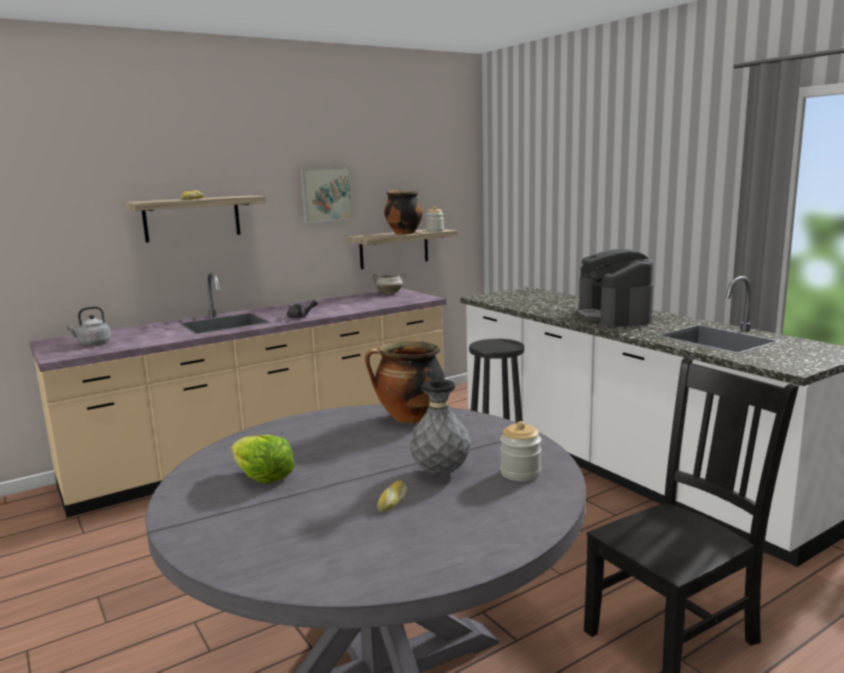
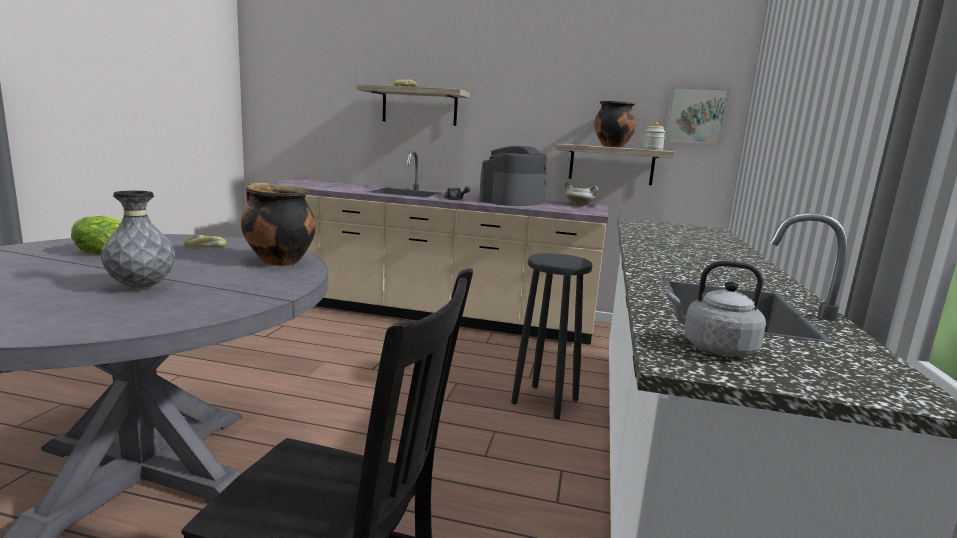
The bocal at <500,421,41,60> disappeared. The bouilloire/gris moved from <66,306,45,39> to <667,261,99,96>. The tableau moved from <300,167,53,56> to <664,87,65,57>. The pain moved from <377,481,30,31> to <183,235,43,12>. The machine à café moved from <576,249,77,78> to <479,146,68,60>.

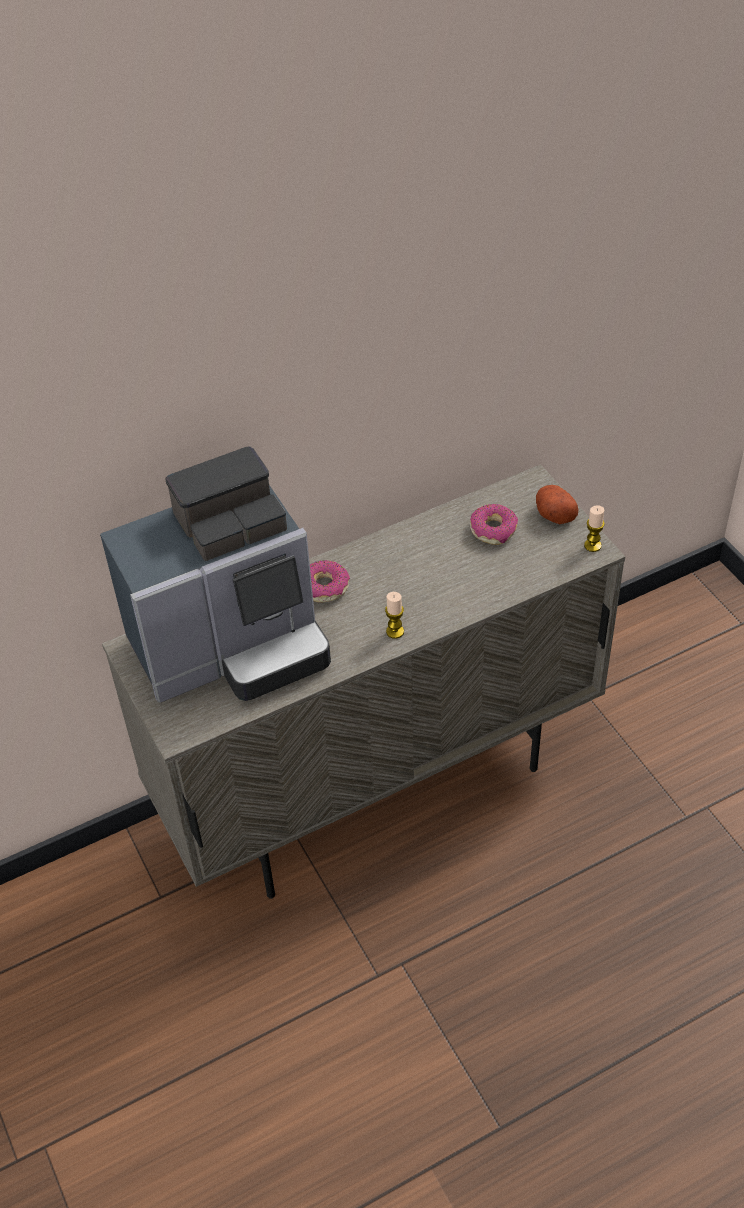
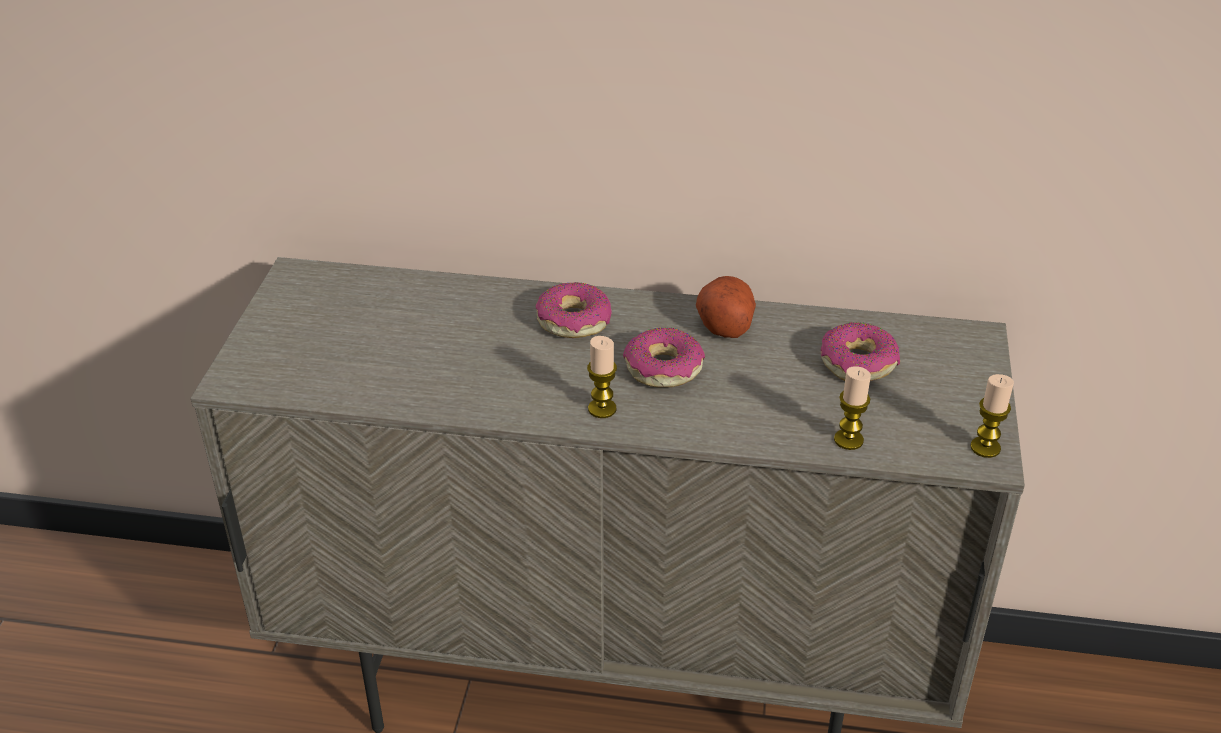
The machine à café at <100,446,231,257> disappeared. The beignet at <623,328,82,59> appeared. The bougie at <834,366,37,84> appeared. The pomme de terre moved from <536,485,43,39> to <696,276,60,62>.

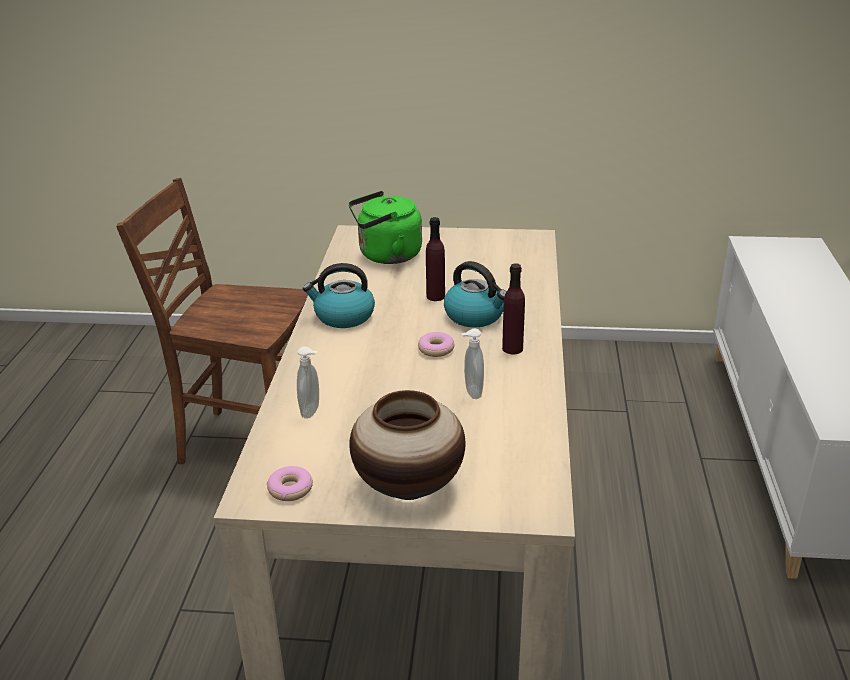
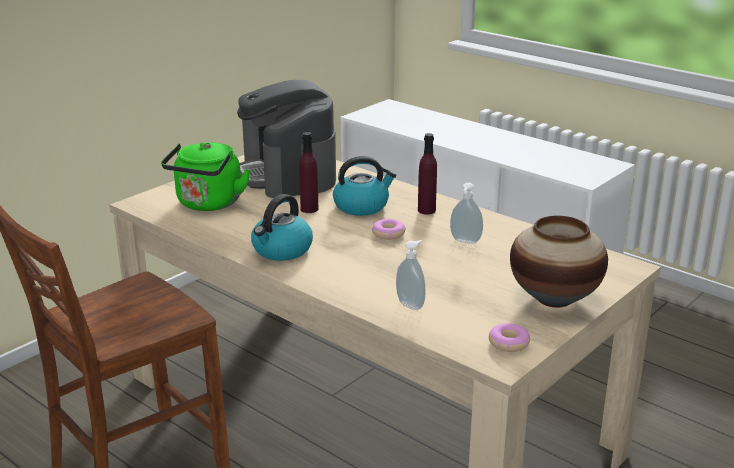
The machine à café at <237,80,99,118> appeared.

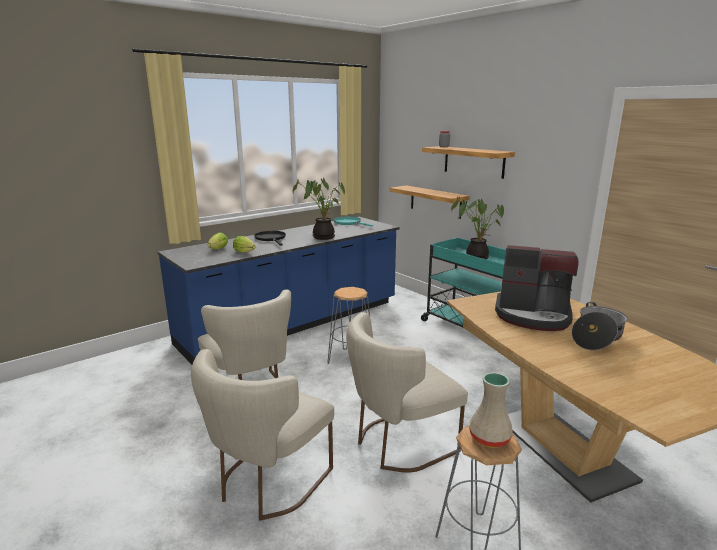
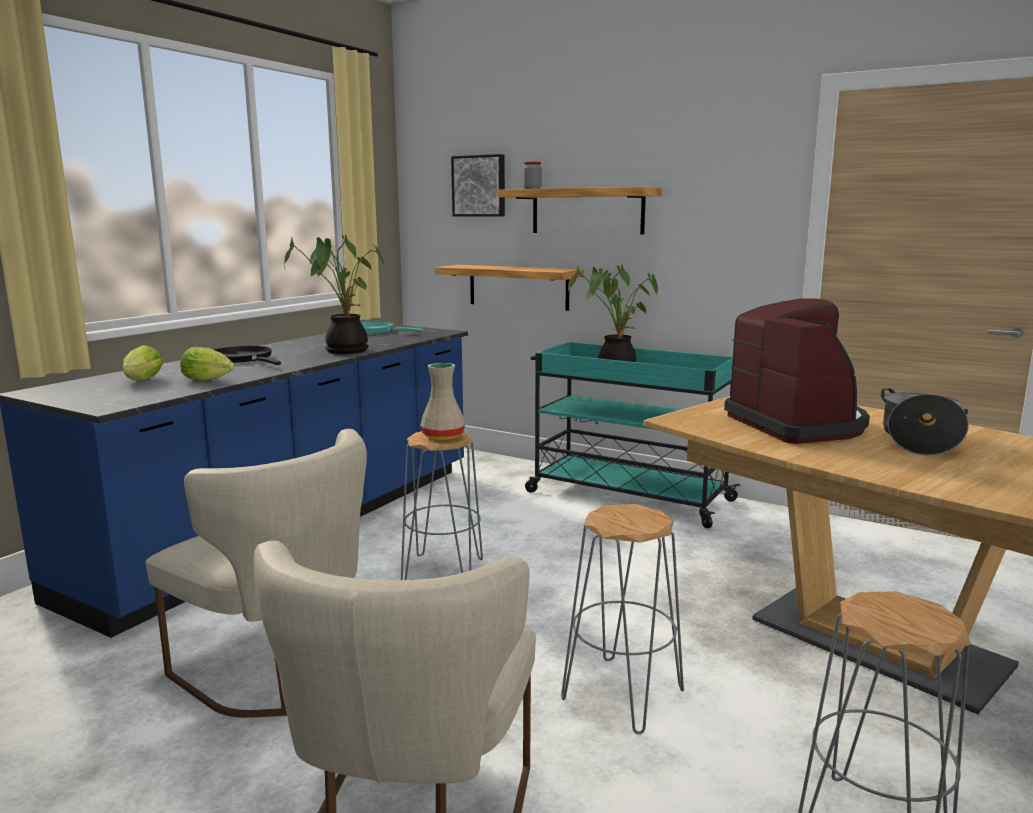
The tableau at <451,154,54,62> appeared. The vase/beige moved from <469,372,44,76> to <420,363,45,77>. The chaise/beige at <346,312,122,161> was replaced by the tabouret/gris at <561,504,123,230>. The machine à café at <495,245,84,86> turned 105 degrees counterclockwise.

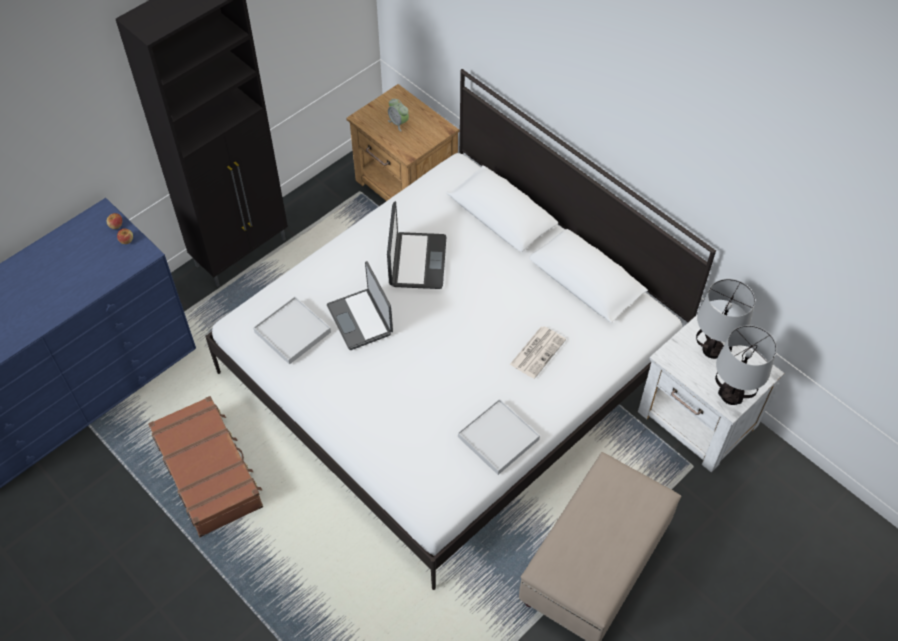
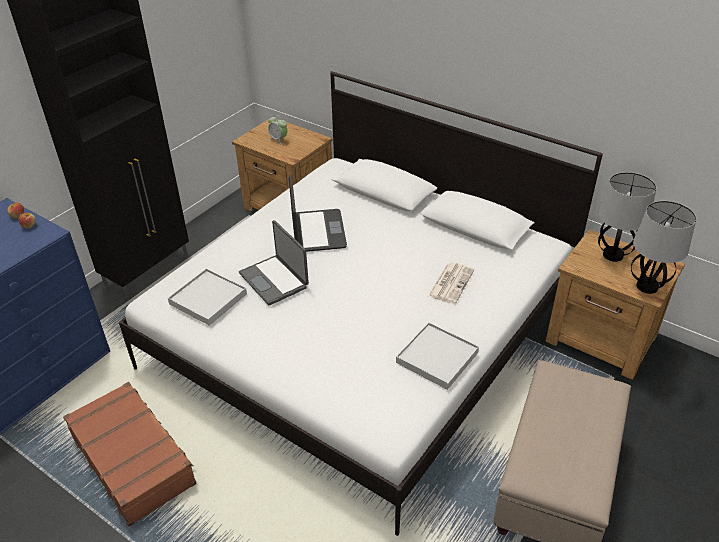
The table de chevet/blanc at <638,314,147,159> became the table de chevet/marron at <545,230,140,150>.

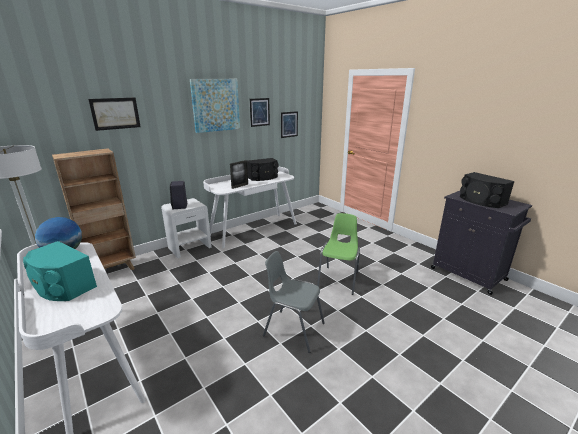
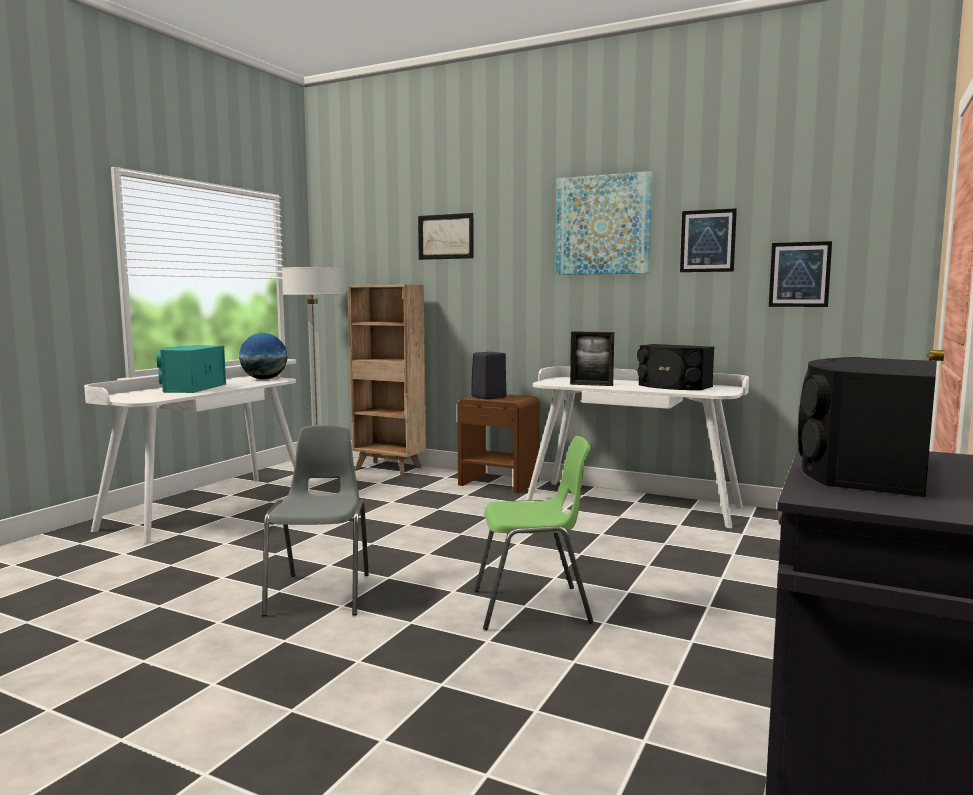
The table de chevet/blanc at <161,198,51,60> became the table de chevet/marron at <457,394,83,100>.

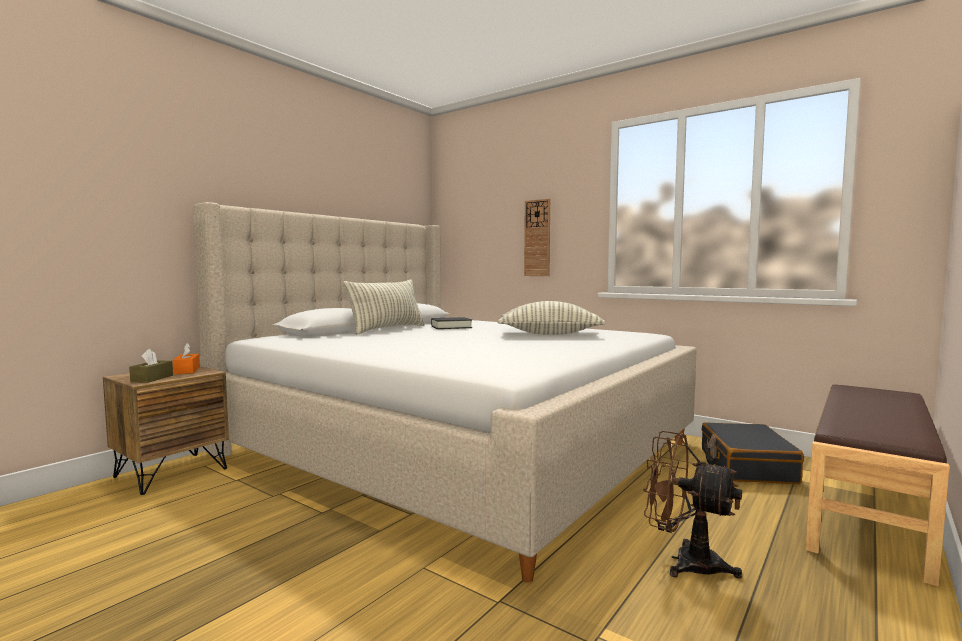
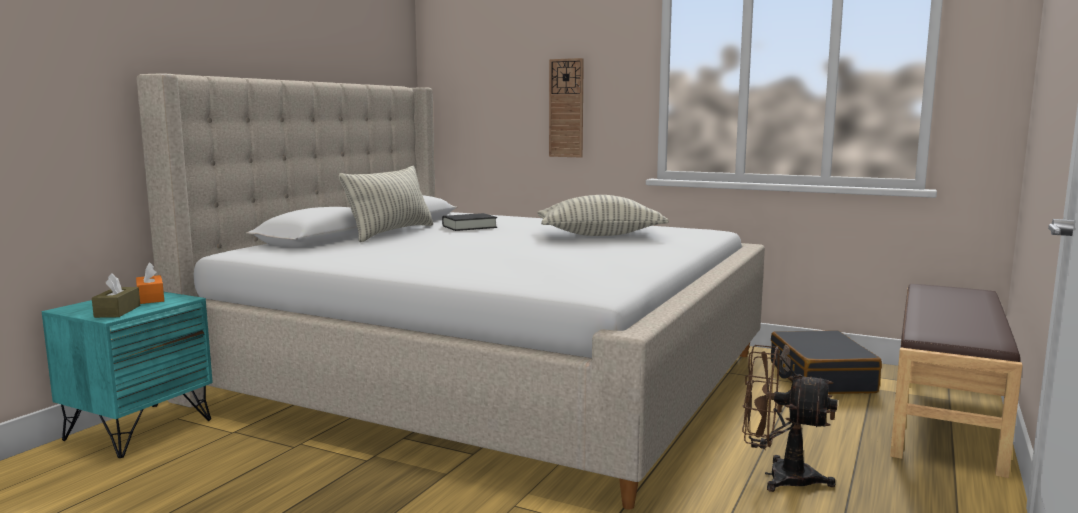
The table de chevet/marron at <103,366,126,129> became the table de chevet/turquoise at <42,292,171,166>.

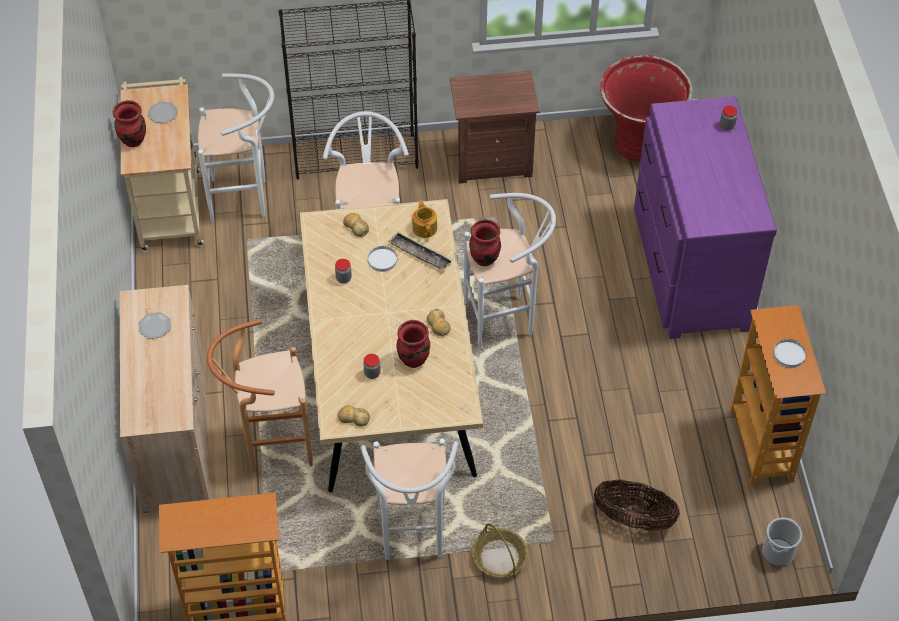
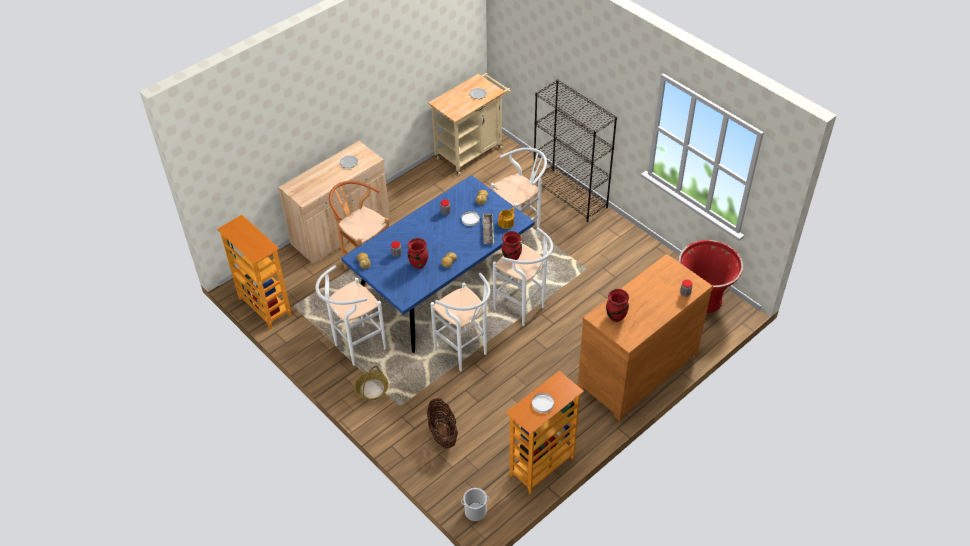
The table de chevet/marron at <450,71,90,113> disappeared. The vase/rouge moved from <113,100,33,47> to <606,289,23,33>. The tabouret/blanc moved from <198,73,76,150> to <431,273,59,98>. The table à manger/beige at <300,199,183,293> became the table à manger/bleu at <341,175,194,178>. The commode/violet at <634,96,143,243> became the commode/marron at <577,254,136,167>.

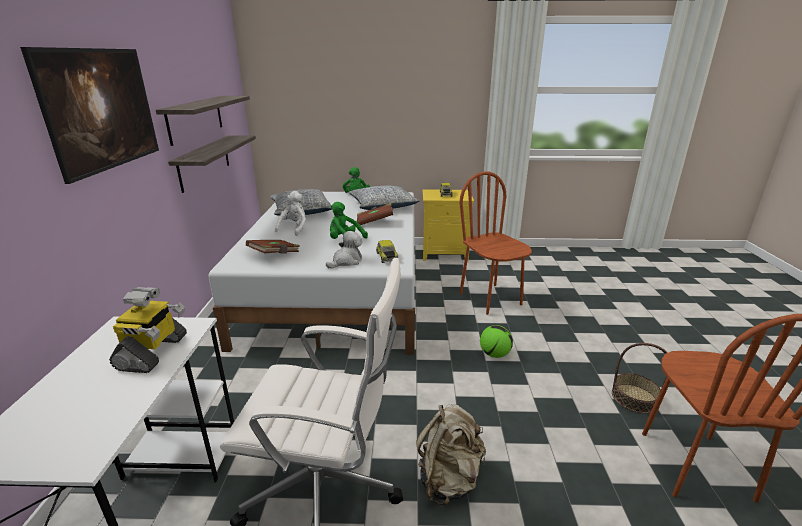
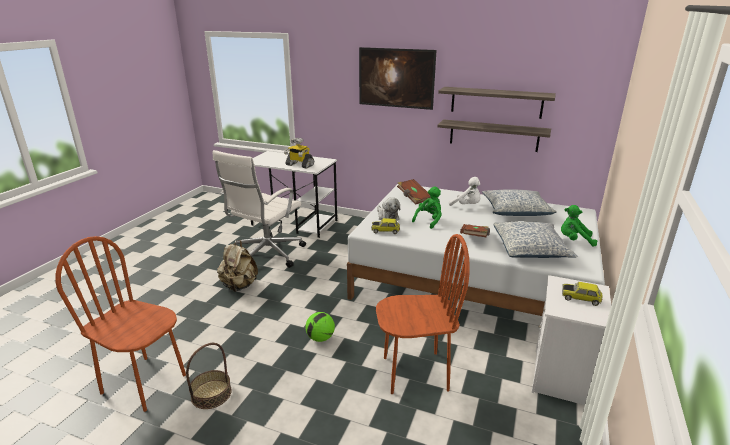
The table de chevet/jaune at <423,190,51,71> became the table de chevet/blanc at <531,275,80,130>.

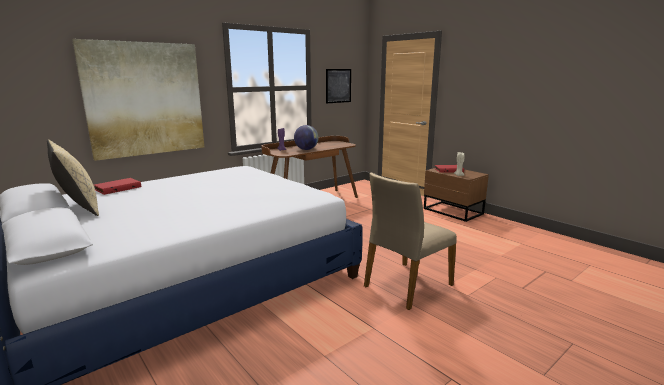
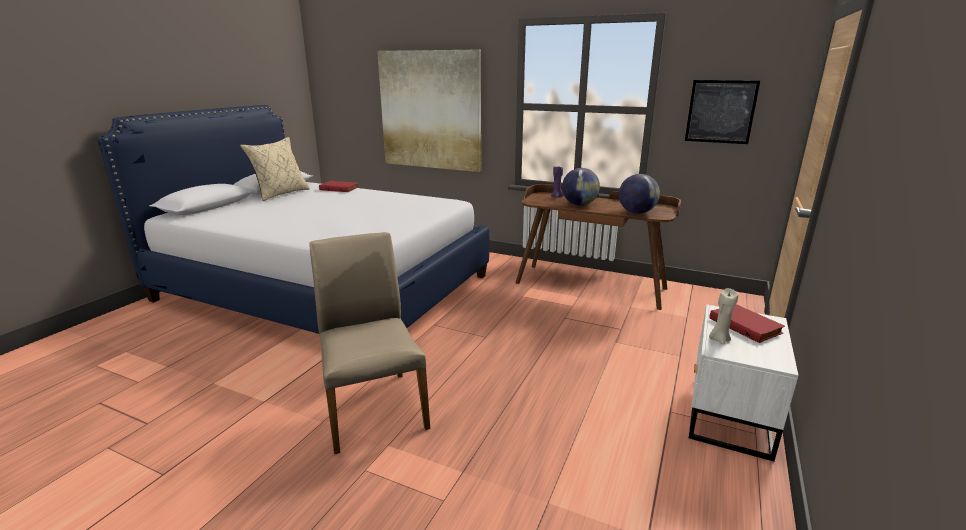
The globe at <619,174,41,40> appeared. The table de chevet/marron at <424,168,65,54> became the table de chevet/blanc at <689,305,110,156>. The chaise/beige at <364,172,93,138> turned 45 degrees clockwise.

